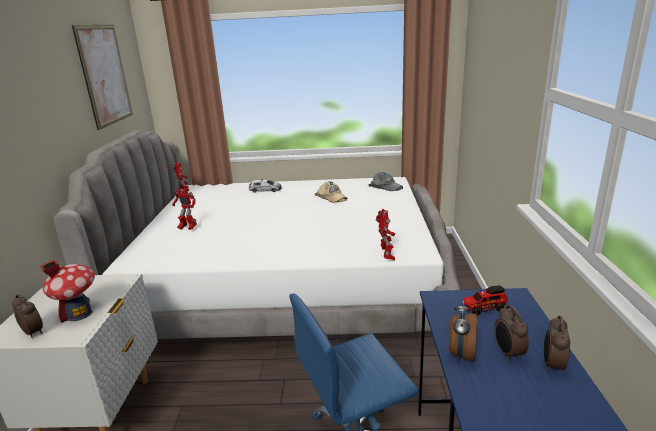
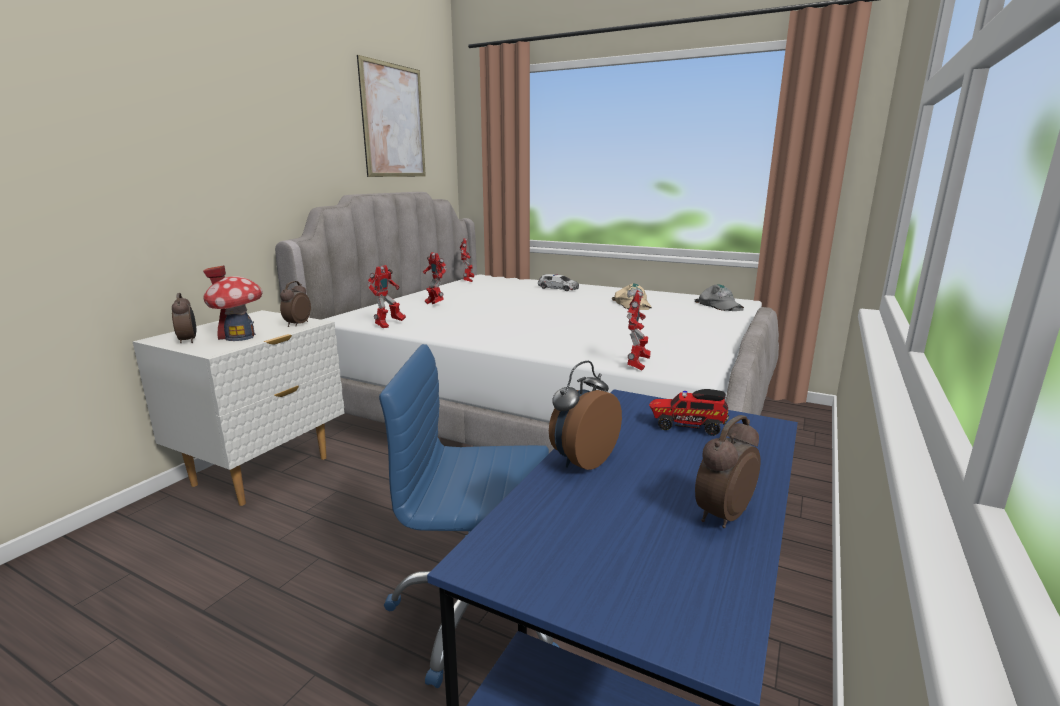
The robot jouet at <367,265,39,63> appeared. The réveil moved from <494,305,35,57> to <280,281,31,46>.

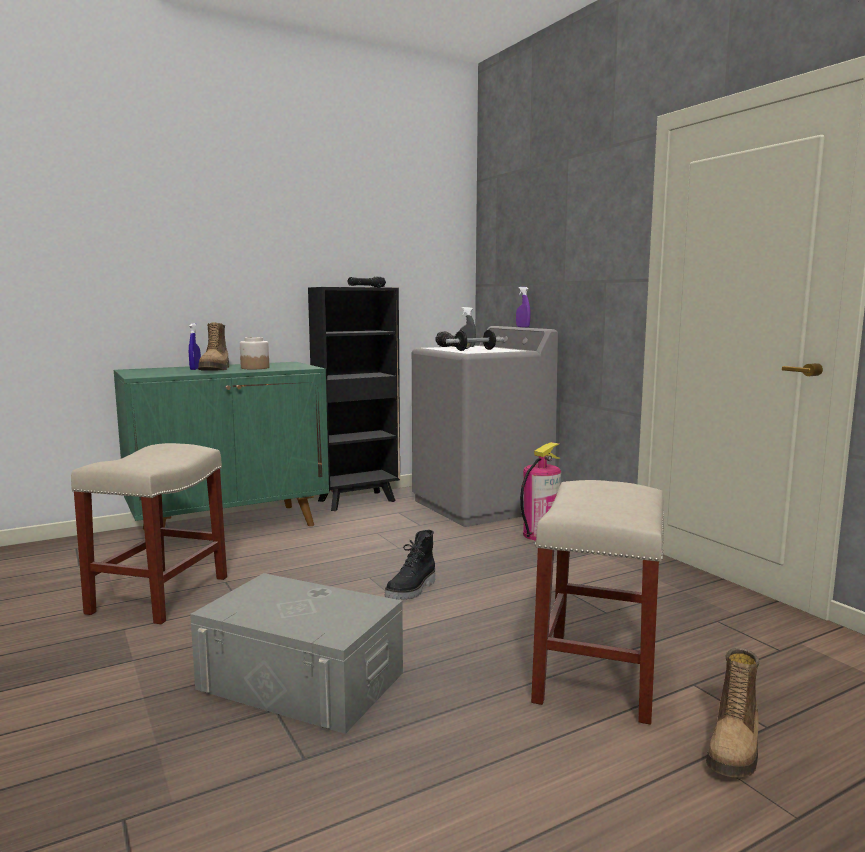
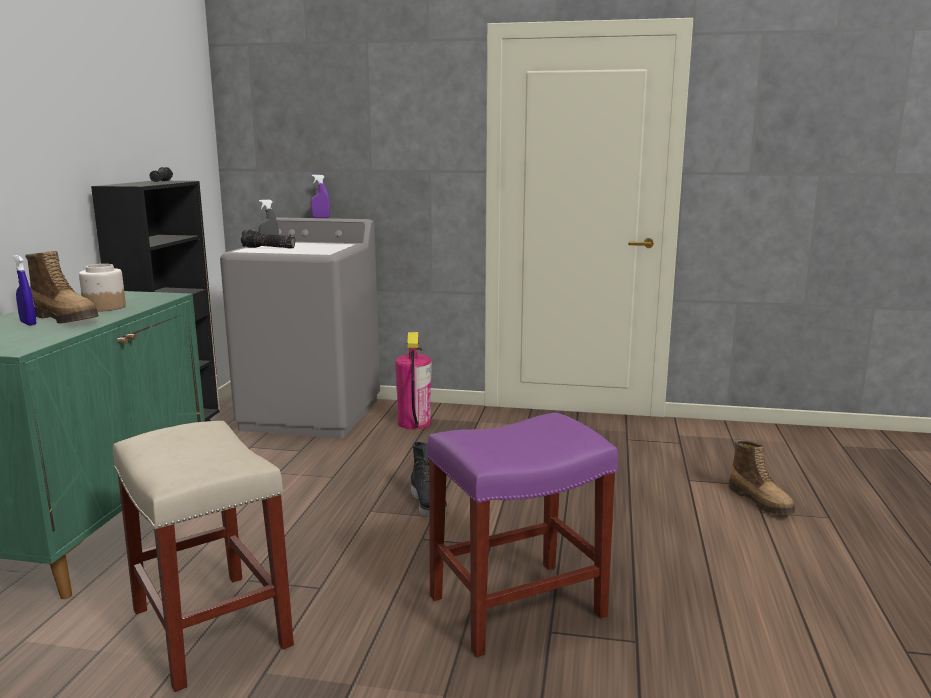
The haltère at <446,330,58,21> disappeared. The tabouret/beige at <531,480,133,245> disappeared. The boîte de rangement/gris at <190,573,213,161> was replaced by the tabouret/violet at <427,412,191,245>.

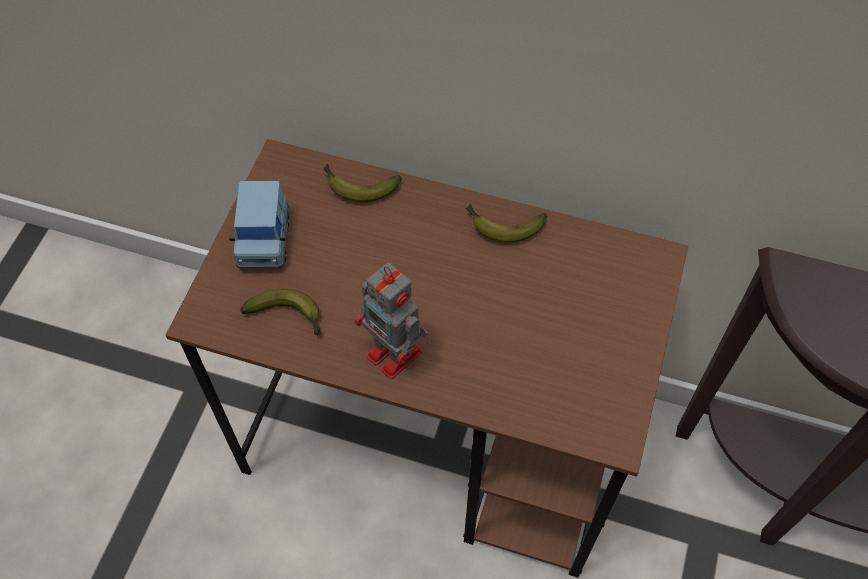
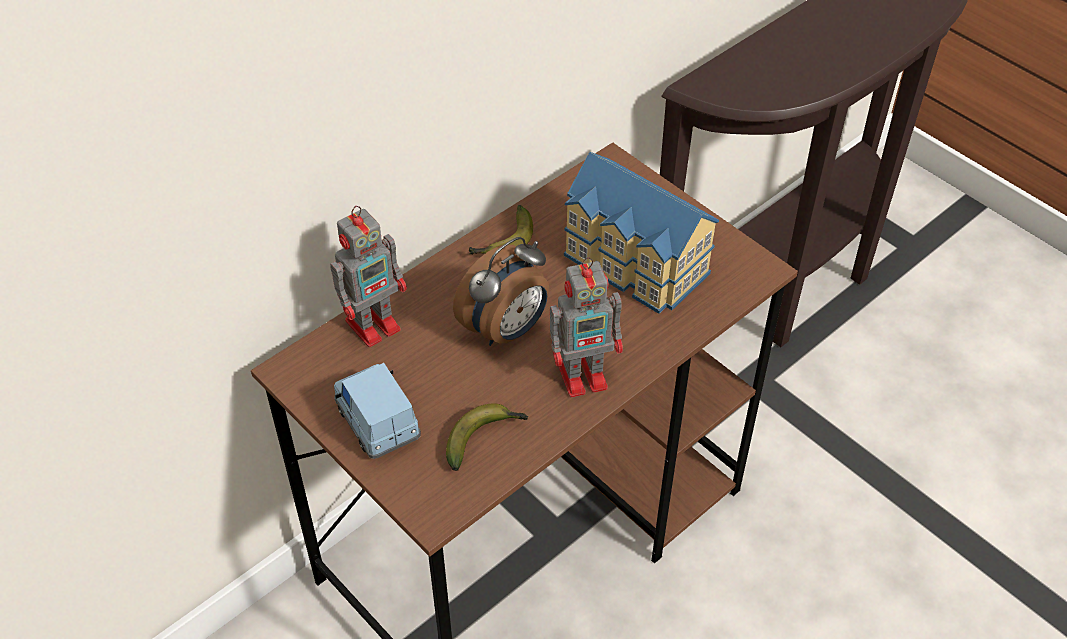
The réveil at <453,237,97,109> appeared. The maison miniature at <564,152,155,162> appeared. The banane at <324,164,78,38> was replaced by the robot jouet at <330,206,77,141>. The petite voiture/bleu at <229,181,61,88> turned 150 degrees counterclockwise.

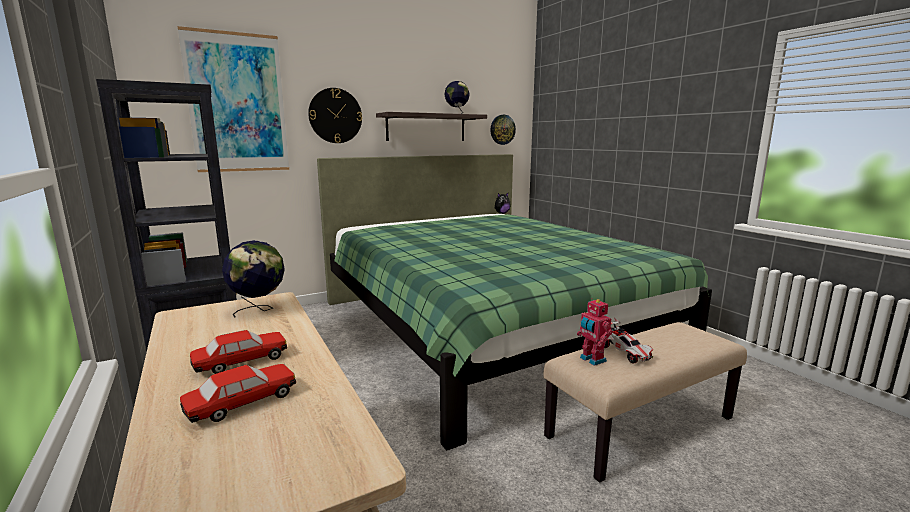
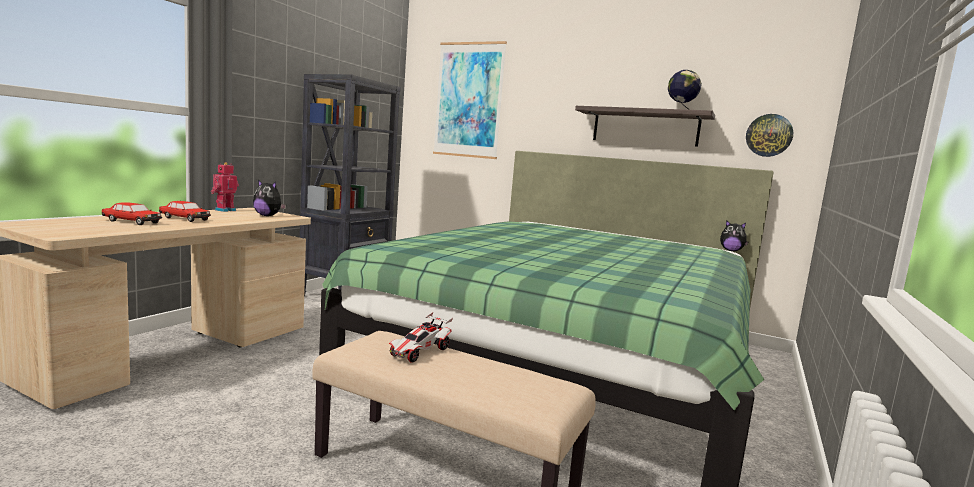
The horloge murale at <308,88,54,55> disappeared. The robot jouet moved from <577,298,35,68> to <211,163,28,49>. The globe at <222,240,63,77> was replaced by the peluche at <253,180,34,36>.

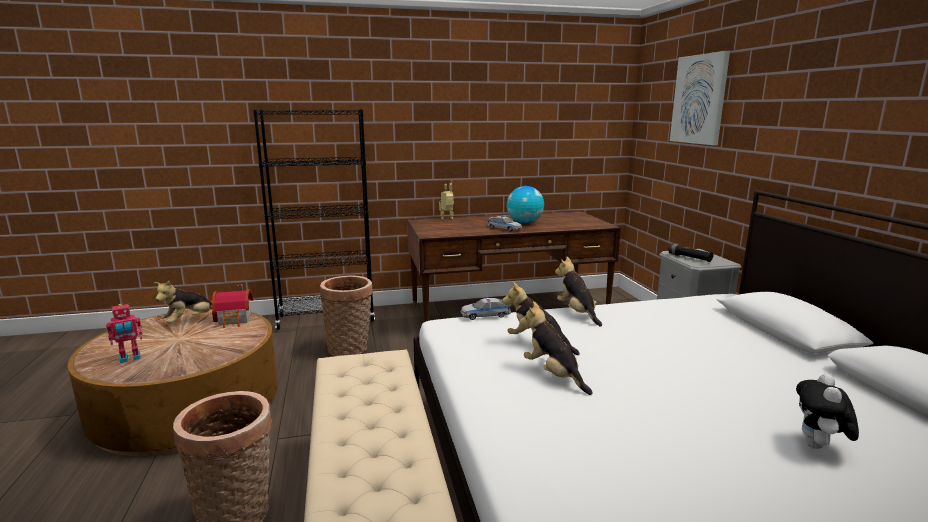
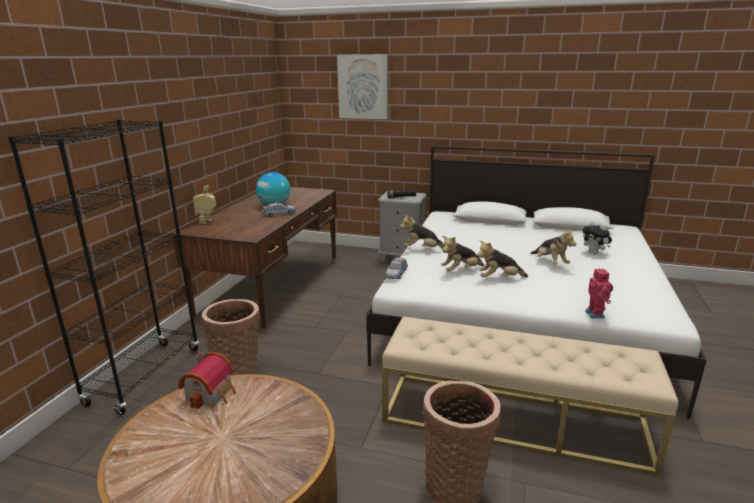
The robot jouet moved from <106,303,37,60> to <585,267,28,51>. The peluche moved from <154,281,58,43> to <531,229,45,36>.

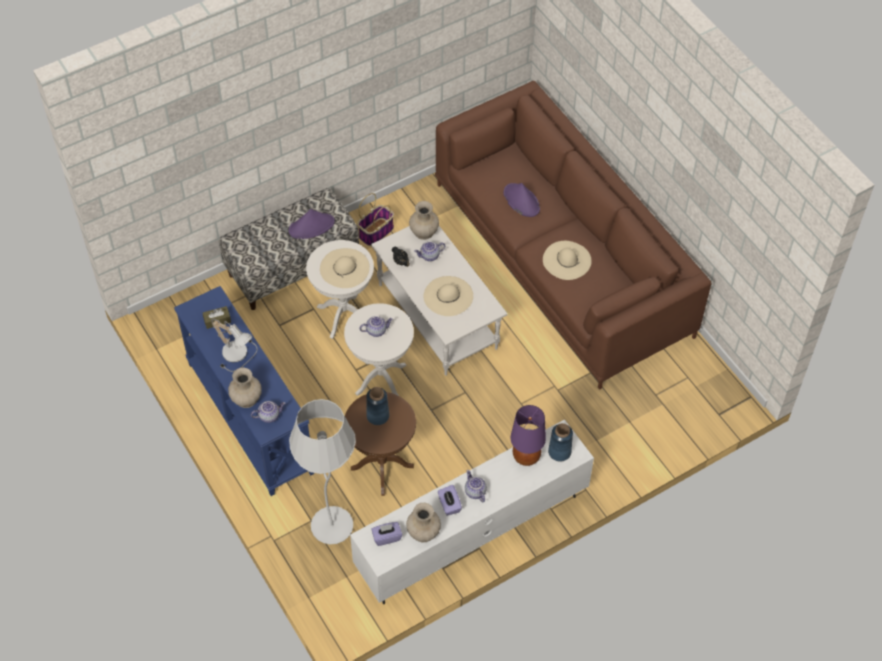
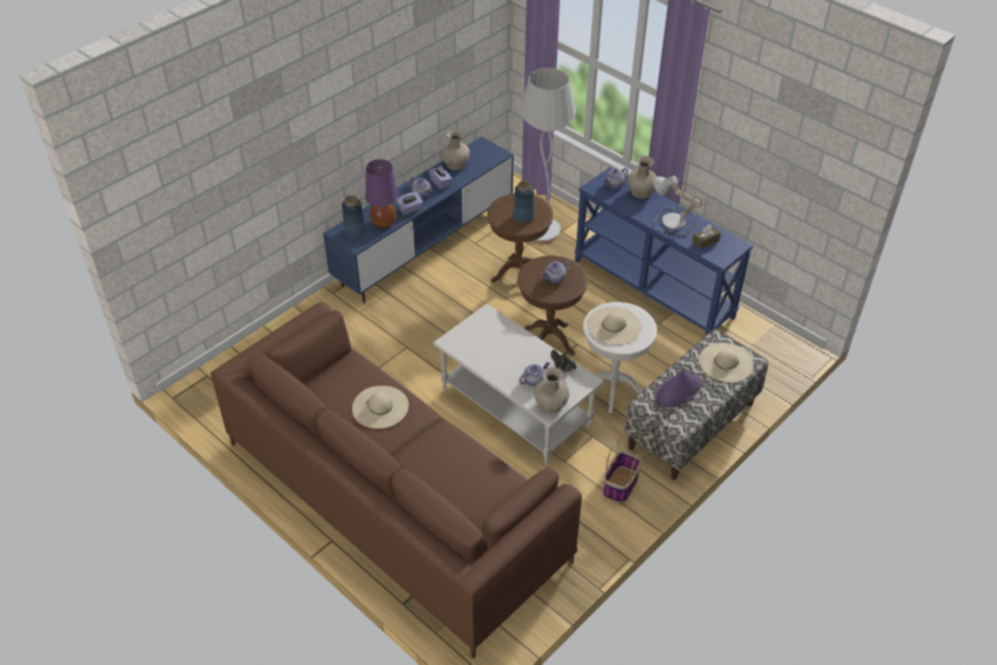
The chapeau/violet at <504,183,36,34> disappeared. The boîte à mouchoirs/violet moved from <371,522,31,24> to <396,192,27,23>. The chapeau/beige moved from <423,276,50,40> to <699,343,54,40>. The table d'appoint/blanc at <344,303,70,93> became the table d'appoint/marron at <517,256,71,100>. The meuble télé/blanc at <350,419,244,185> became the meuble télé/bleu at <323,136,191,167>.

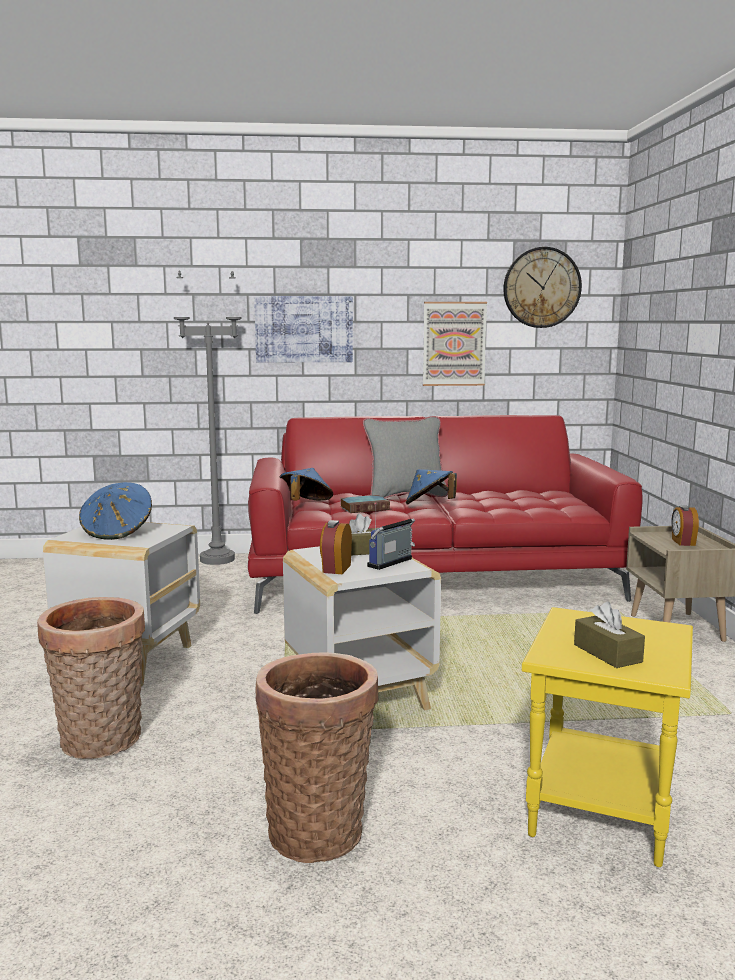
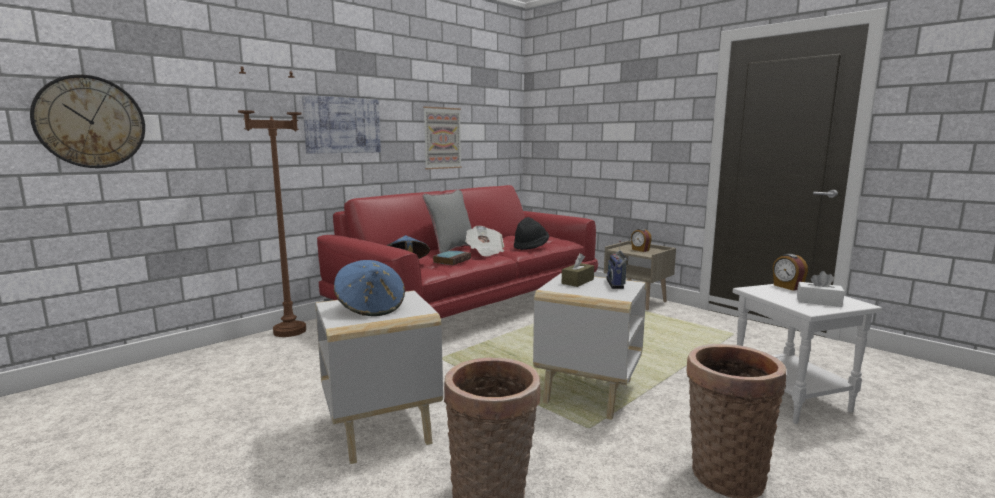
The chapeau/noir at <514,217,35,33> appeared. The réveil moved from <320,520,32,54> to <773,254,35,37>. The horloge murale moved from <503,247,79,81> to <30,75,115,93>. The chapeau/bleu at <406,469,51,36> was replaced by the journal at <465,226,39,31>. The lampadaire/gris at <174,271,68,294> became the lampadaire/marron at <238,67,68,270>. The table d'appoint/jaune at <522,607,171,260> became the table d'appoint/blanc at <733,284,149,140>. The boîte à mouchoirs/marron at <574,602,71,66> became the boîte à mouchoirs/blanc at <797,271,48,36>.

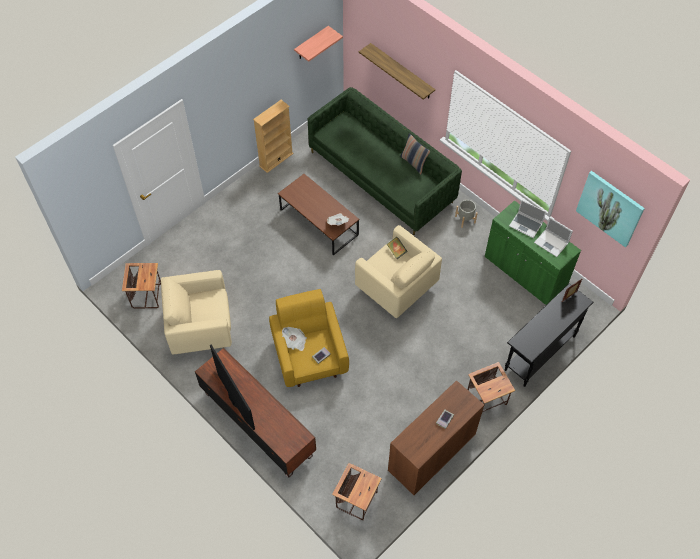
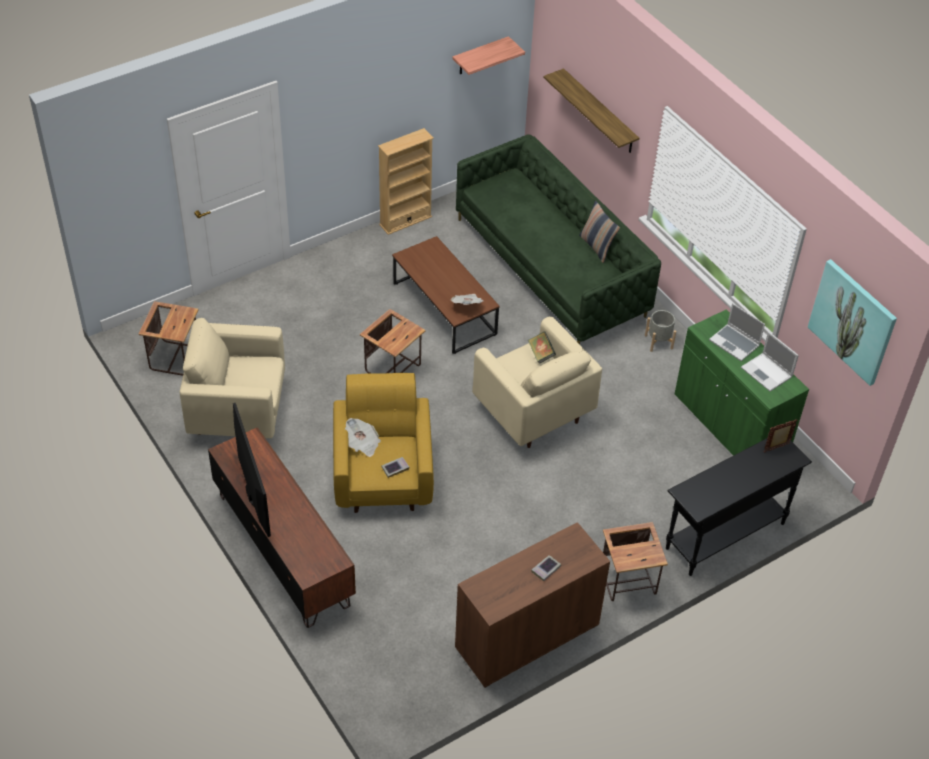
The table d'appoint moved from <332,463,50,57> to <360,309,66,65>.

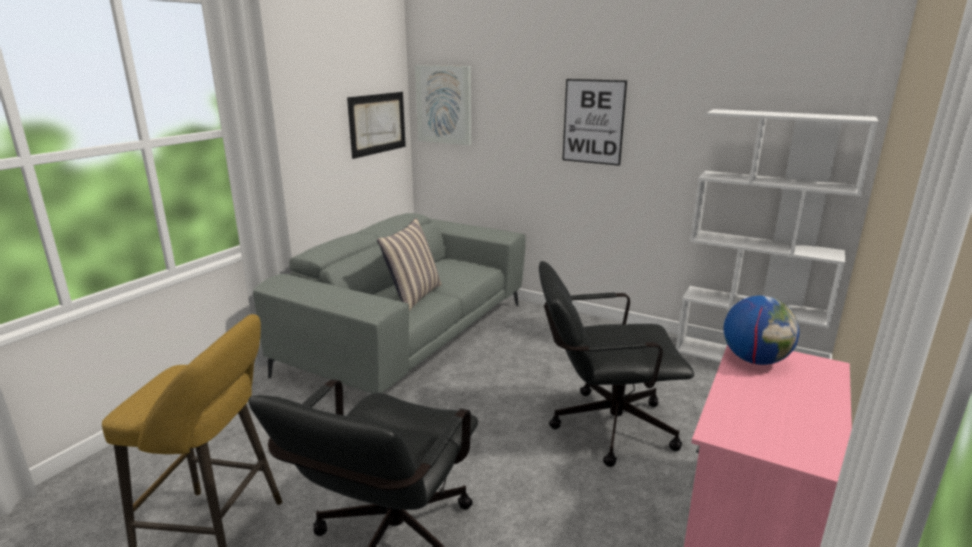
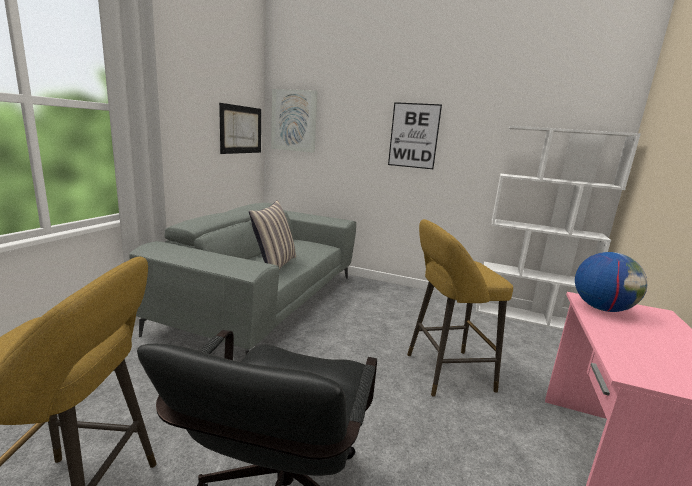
The chaise de bureau/noir at <539,261,155,206> was replaced by the tabouret/jaune at <407,219,106,178>.

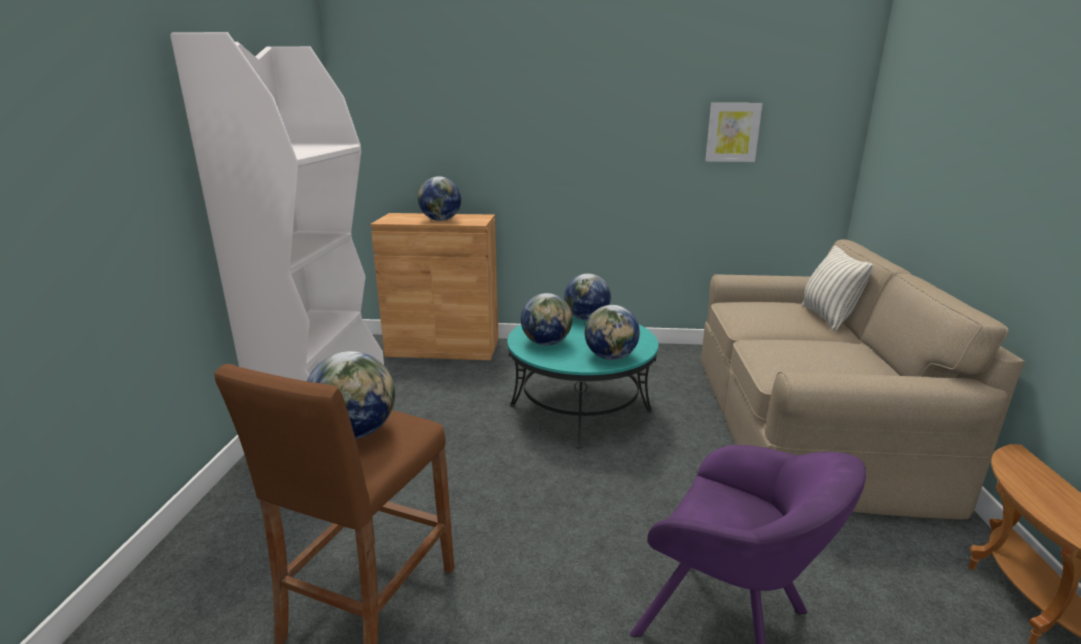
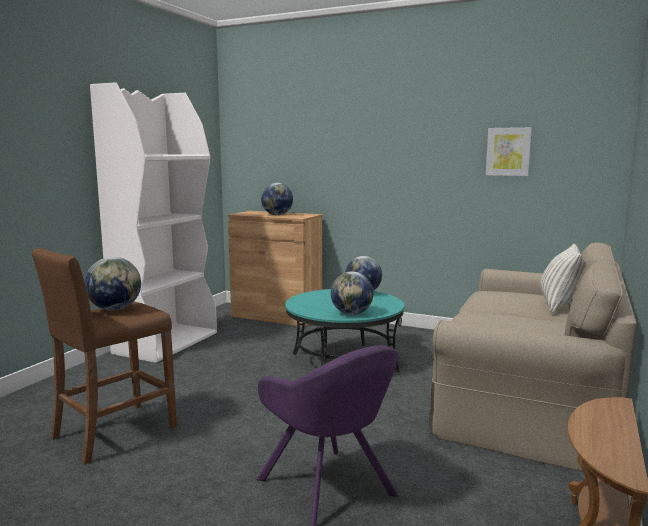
The globe at <521,293,51,53> disappeared.

